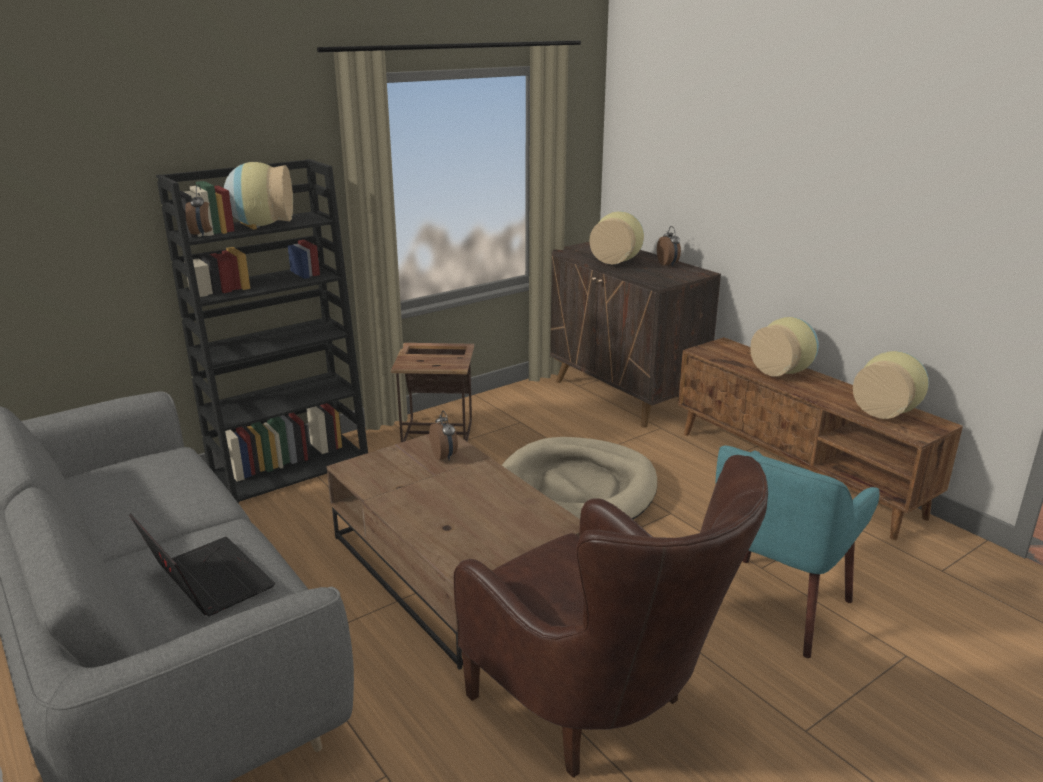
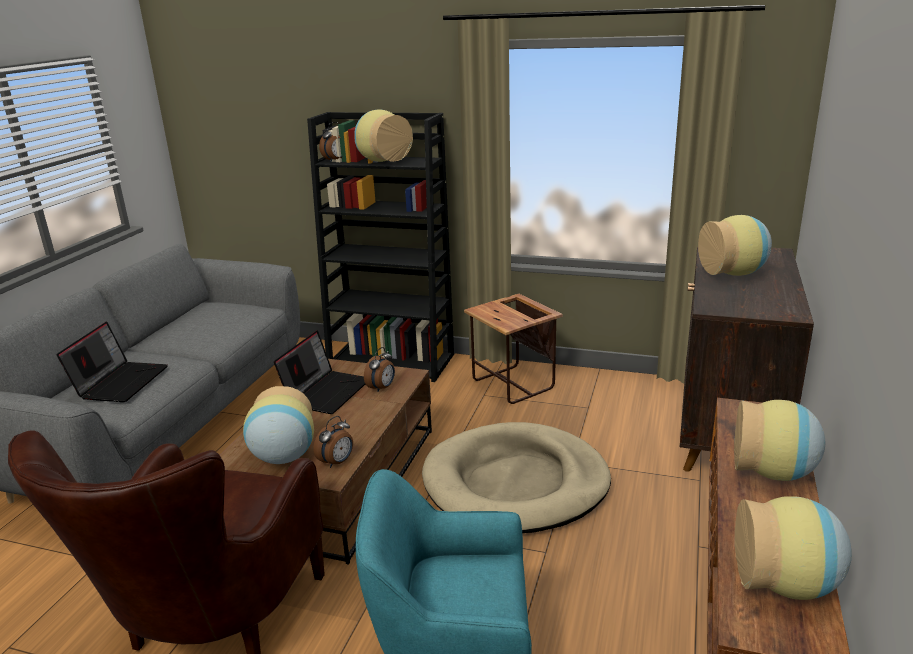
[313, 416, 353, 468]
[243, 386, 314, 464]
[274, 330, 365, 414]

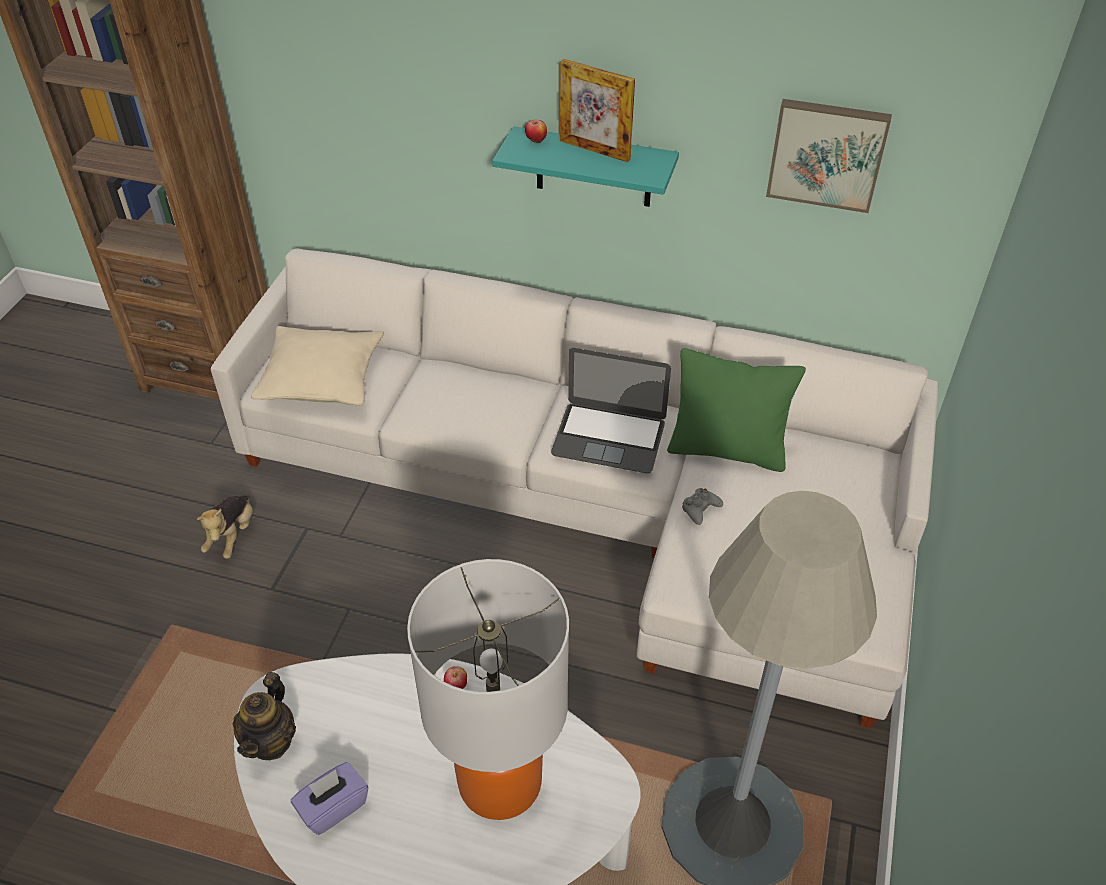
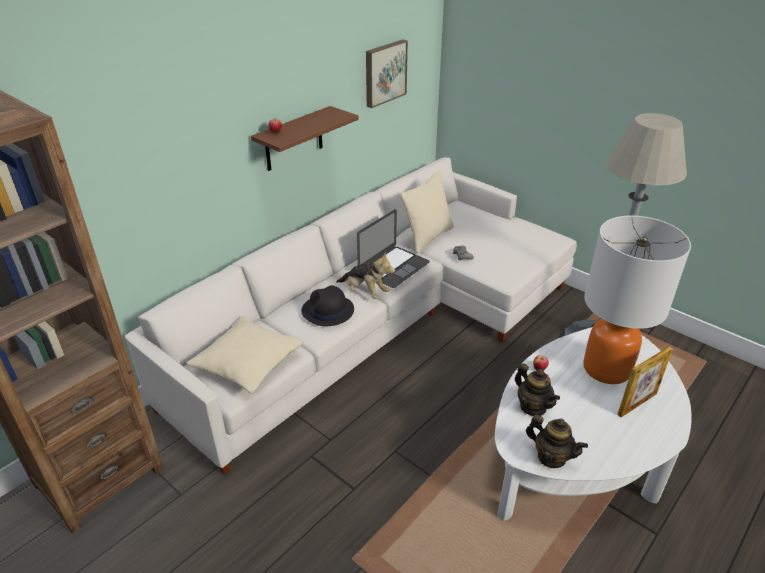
[336, 251, 395, 299]
[291, 762, 368, 835] (first image)
[251, 106, 359, 171]
[618, 346, 673, 417]
[401, 170, 454, 253]
[302, 285, 354, 326]
[515, 363, 560, 416]

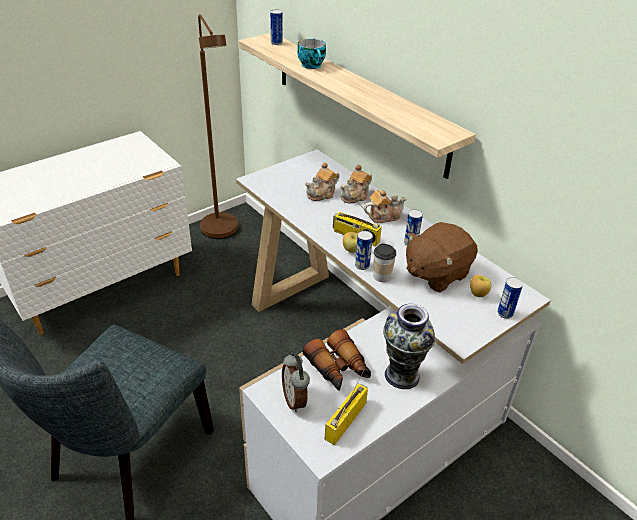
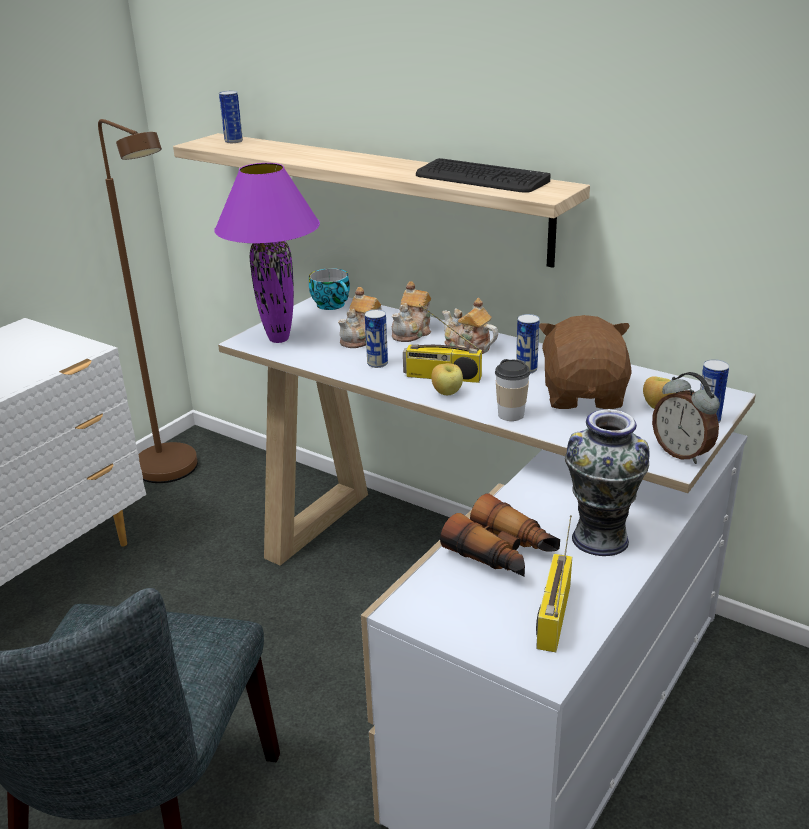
[652, 372, 719, 464]
[309, 268, 350, 310]
[365, 309, 388, 368]
[442, 298, 498, 354]
[539, 315, 632, 409]
[214, 163, 320, 343]
[416, 158, 550, 193]

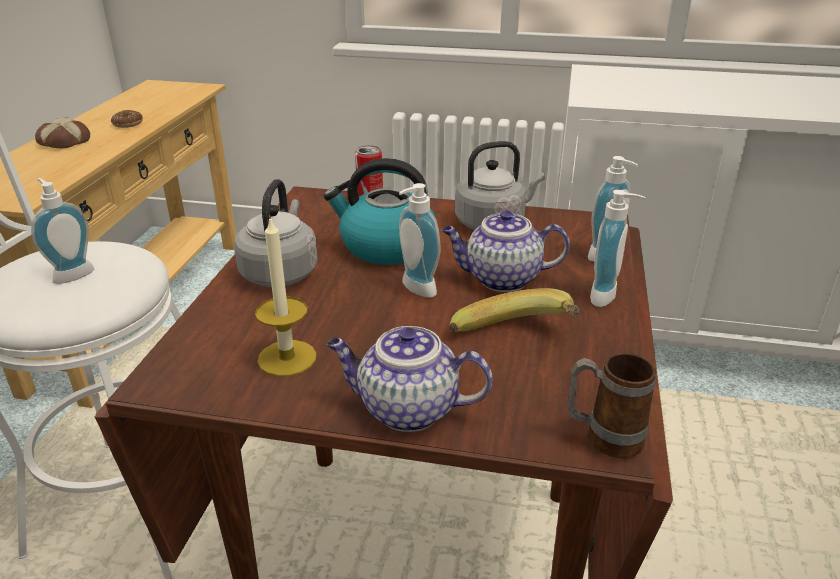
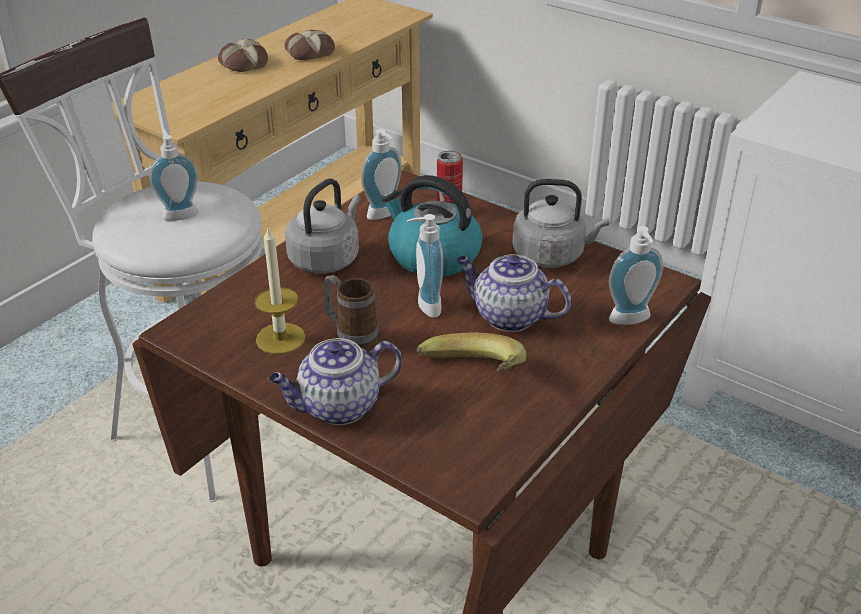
[285, 30, 335, 60]
[269, 338, 402, 425]
[323, 275, 379, 352]
[361, 128, 402, 220]

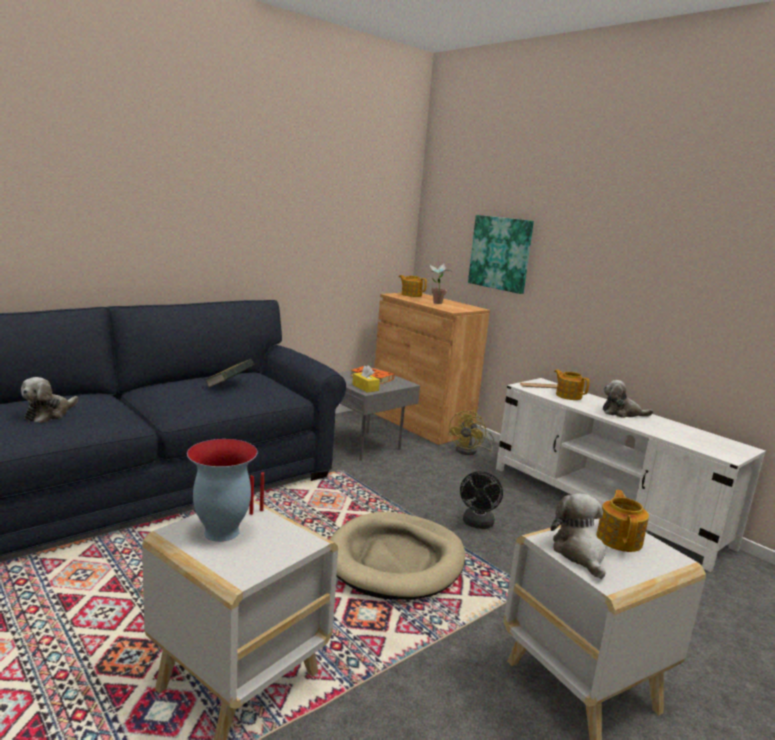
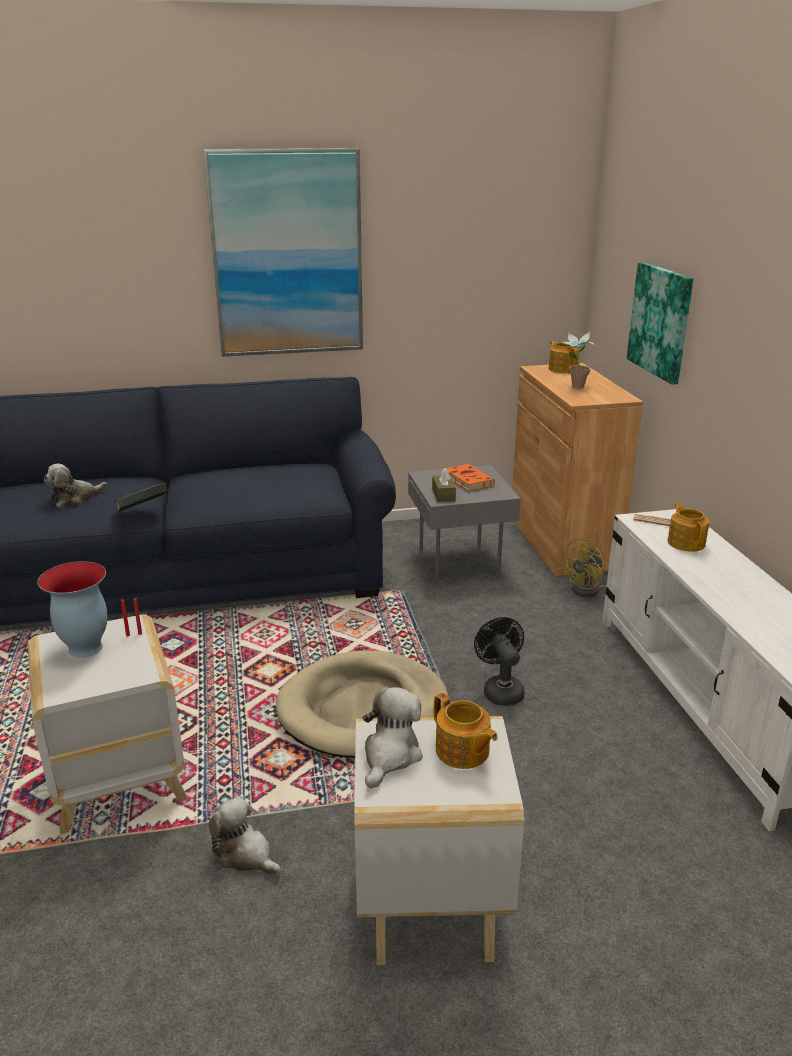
[114, 482, 168, 512]
[432, 468, 456, 502]
[474, 617, 525, 706]
[434, 693, 498, 769]
[209, 797, 281, 876]
[203, 148, 363, 357]

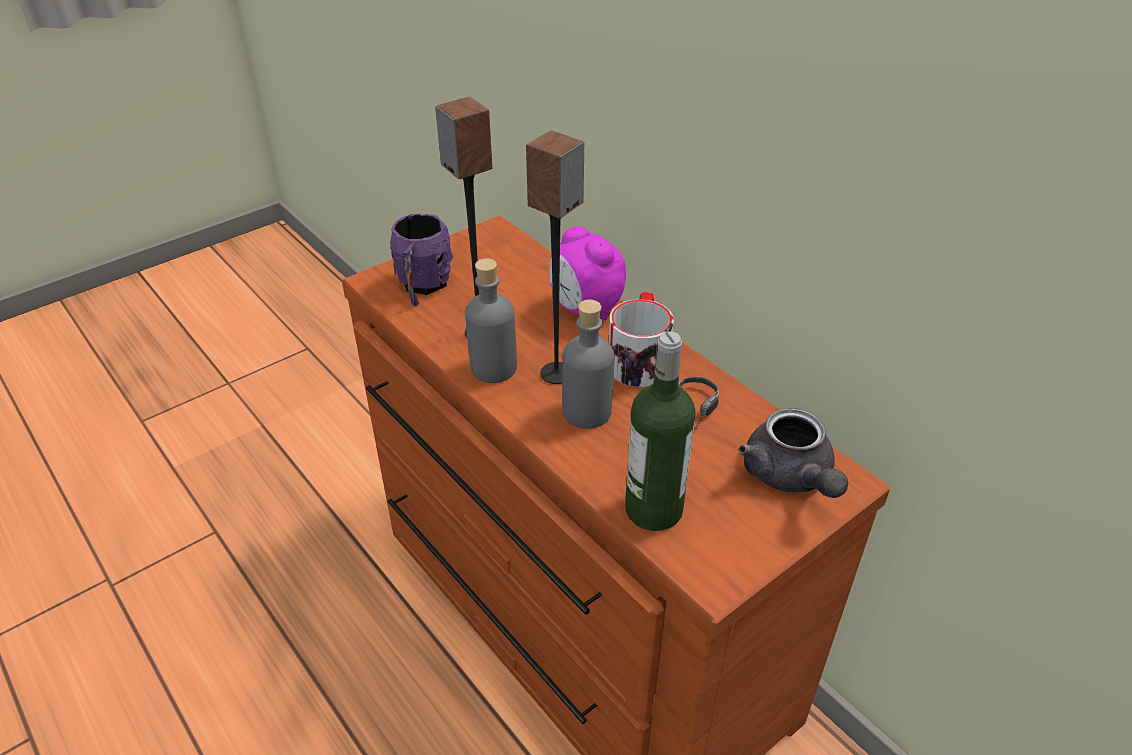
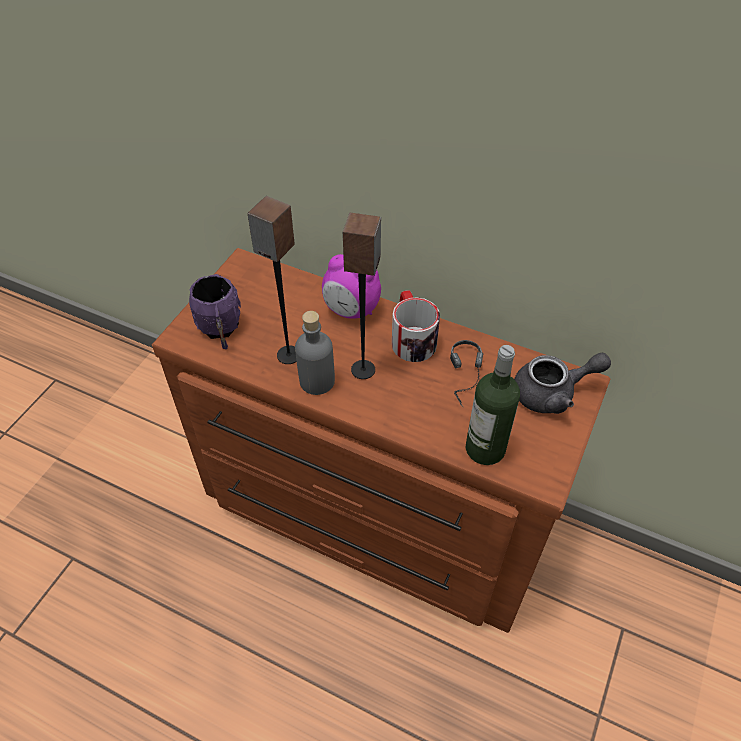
[562, 299, 614, 429] (first image)
[514, 353, 611, 414]

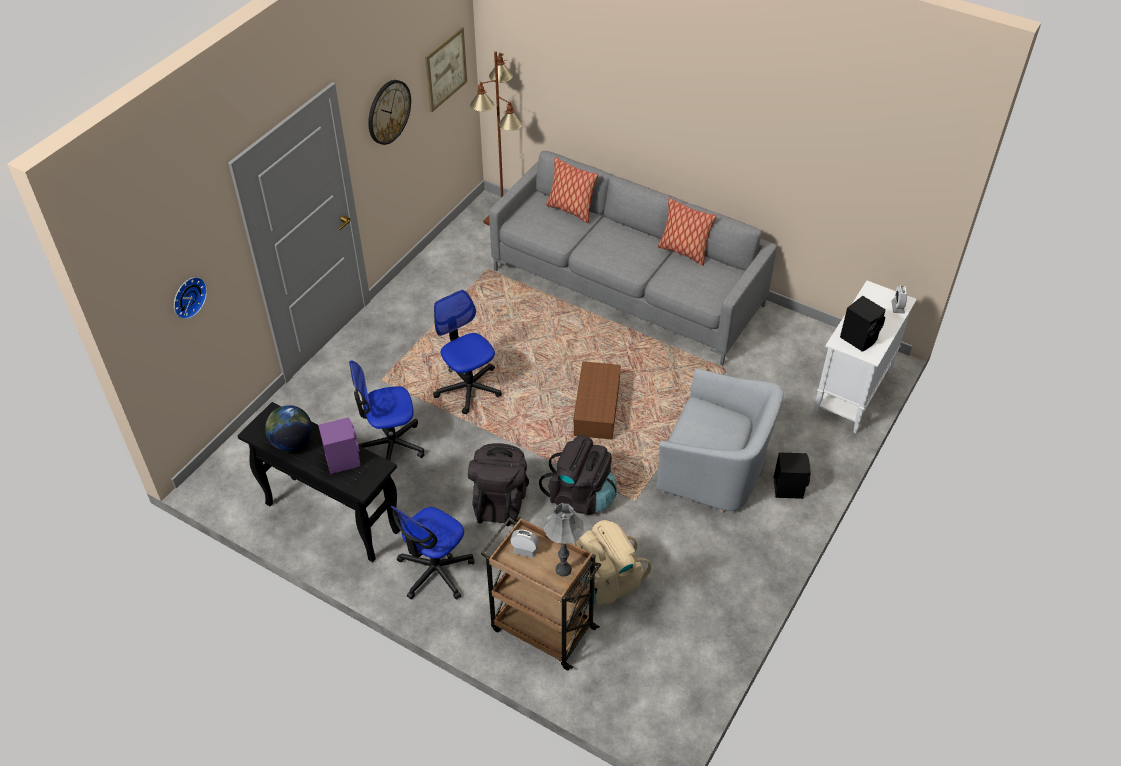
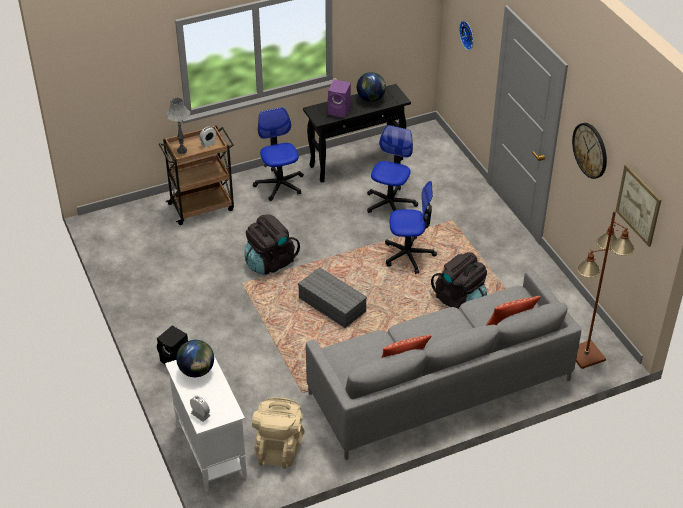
[431, 252, 487, 309]
[298, 267, 367, 328]
[252, 397, 305, 469]
[656, 369, 784, 513] (first image)
[176, 340, 214, 377]

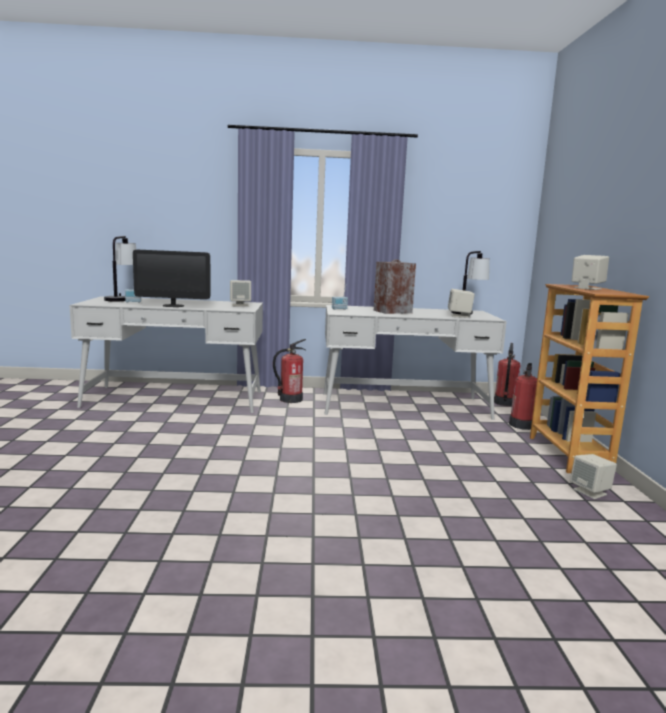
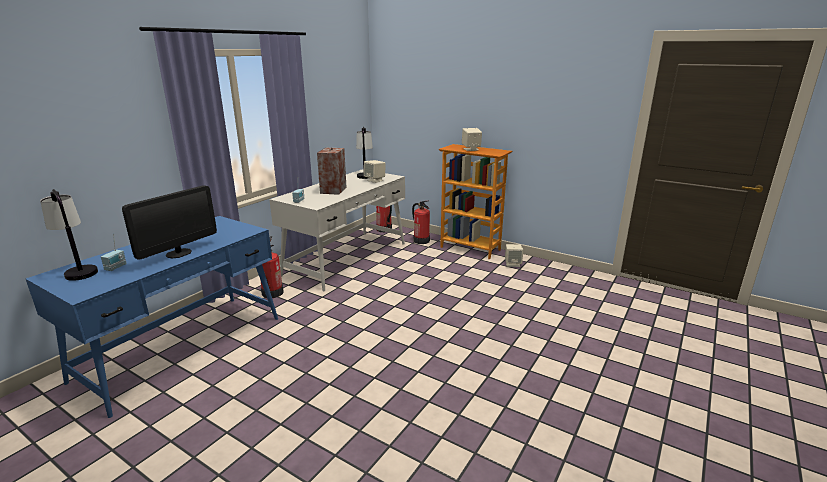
[26, 216, 278, 418]
[230, 280, 251, 307] (first image)

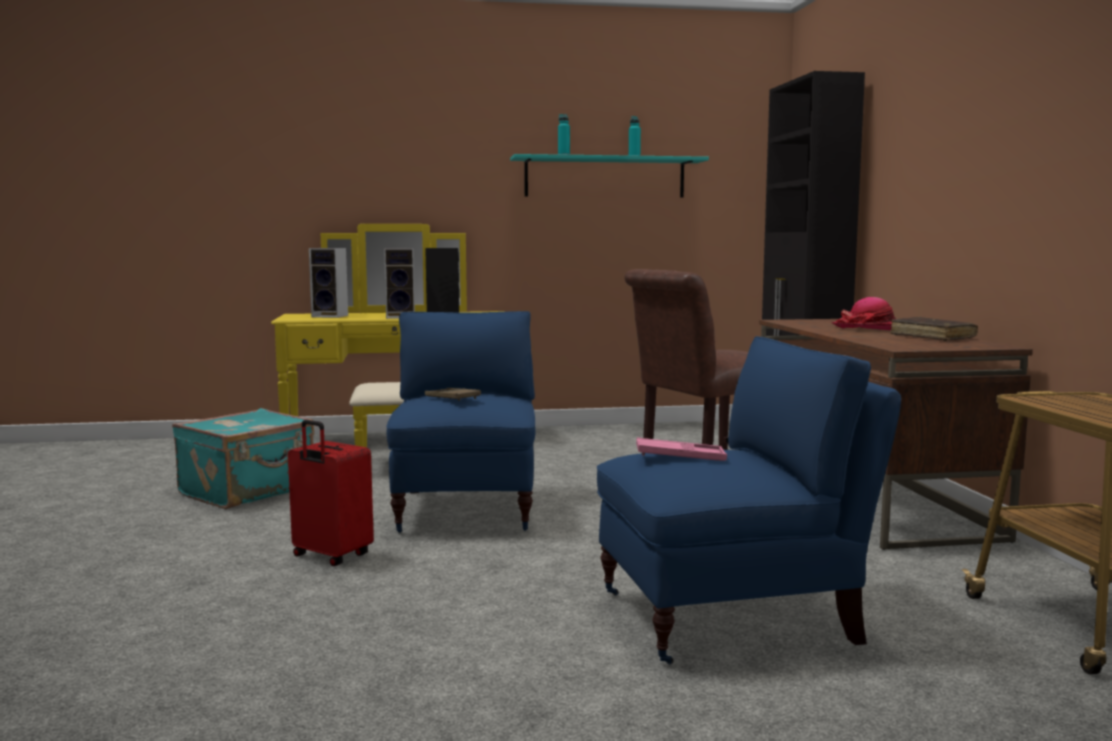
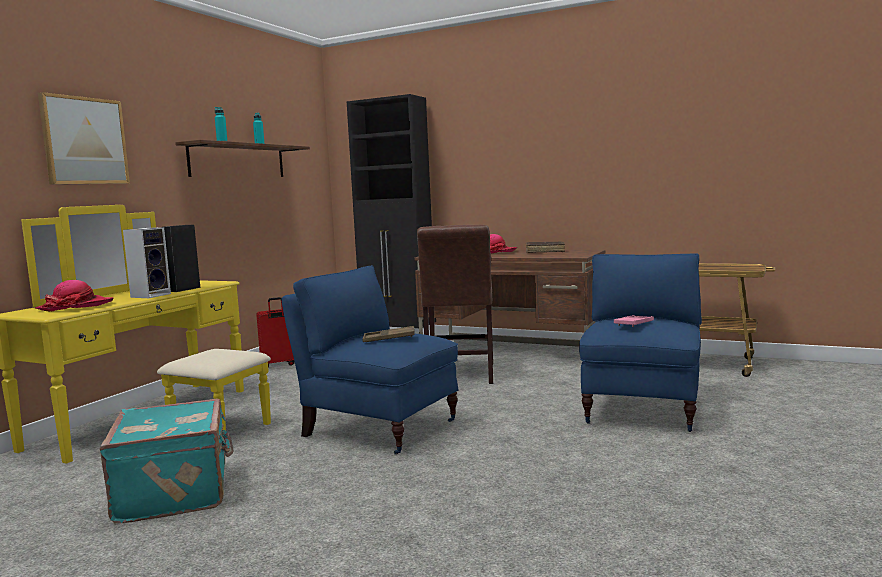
[256, 297, 295, 368]
[36, 280, 113, 311]
[175, 140, 310, 177]
[38, 92, 130, 185]

